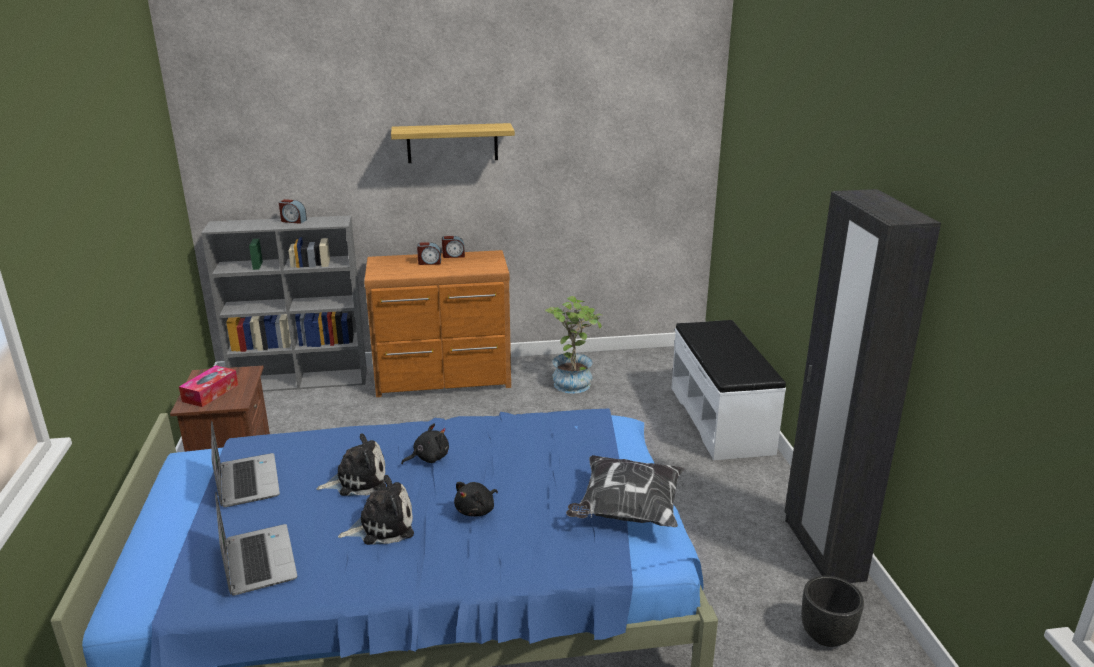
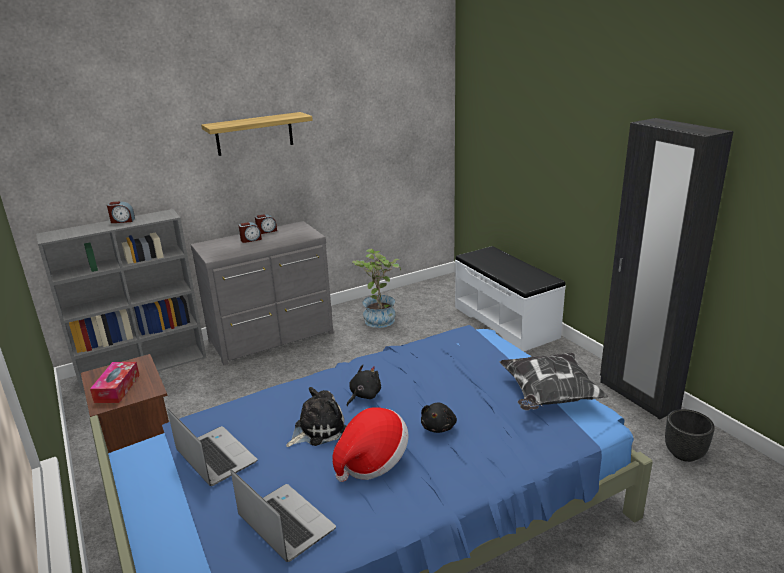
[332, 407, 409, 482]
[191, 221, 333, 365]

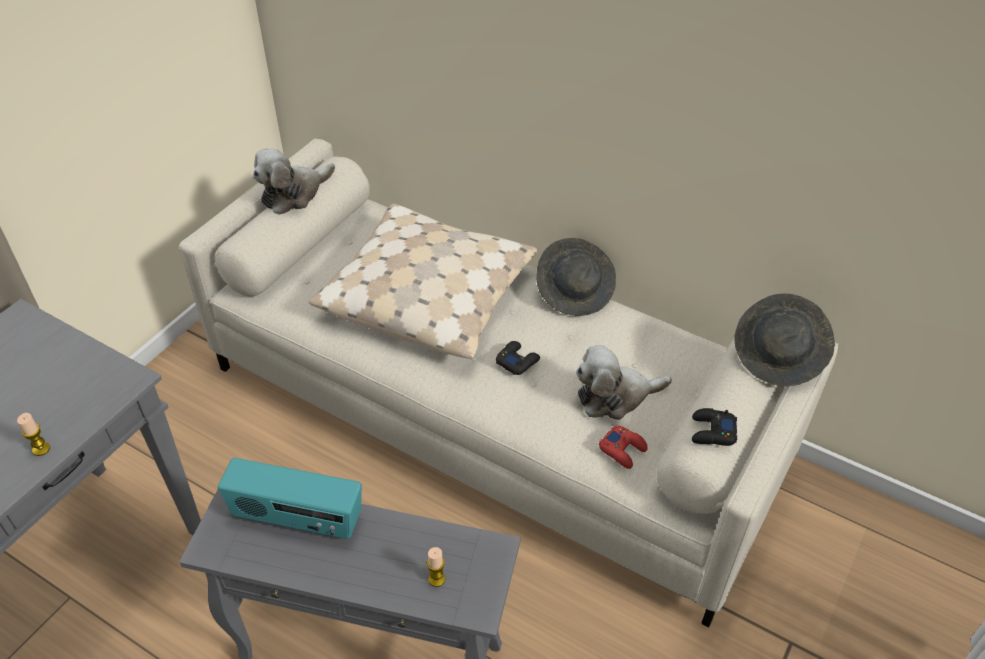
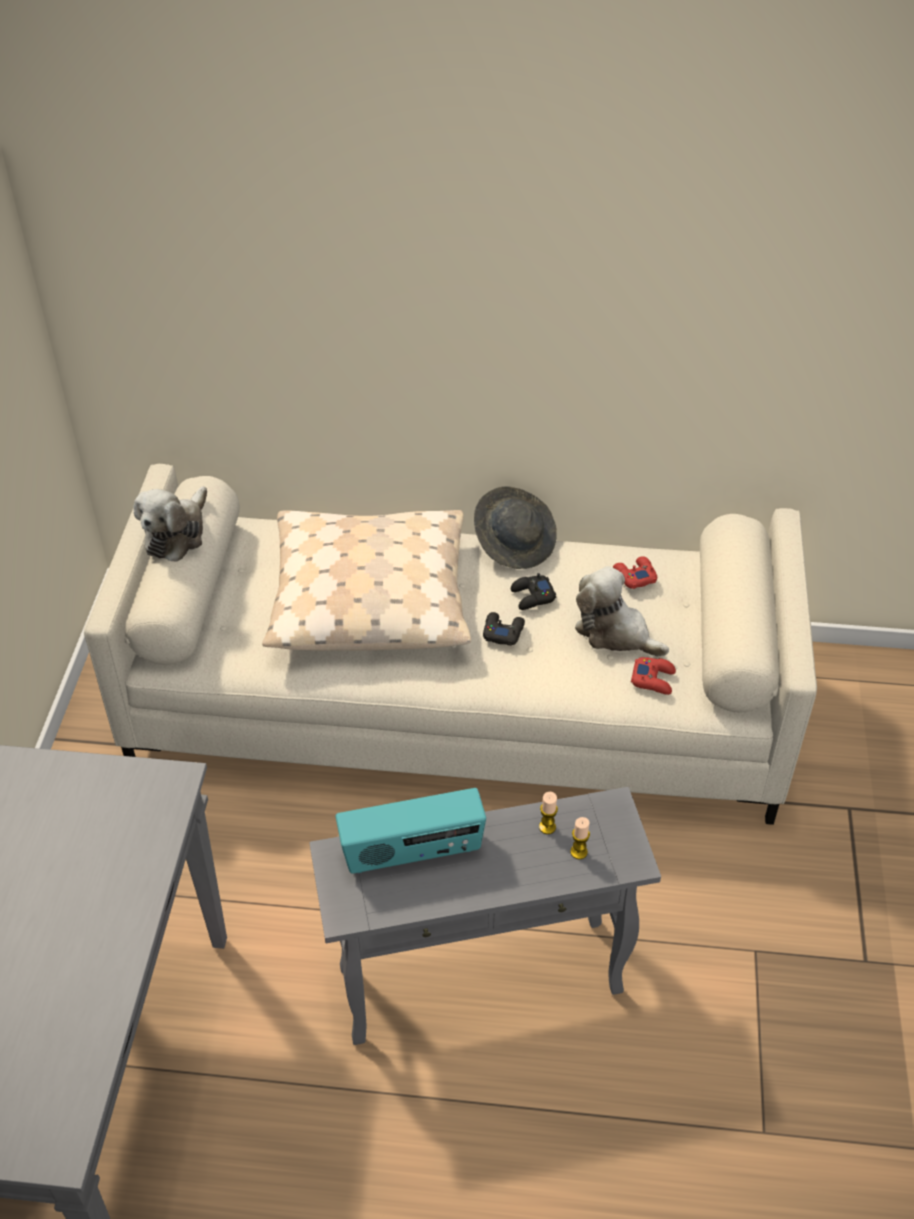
[539, 792, 558, 834]
[575, 566, 669, 656]
[511, 573, 556, 610]
[734, 293, 835, 386] (first image)
[613, 556, 657, 589]

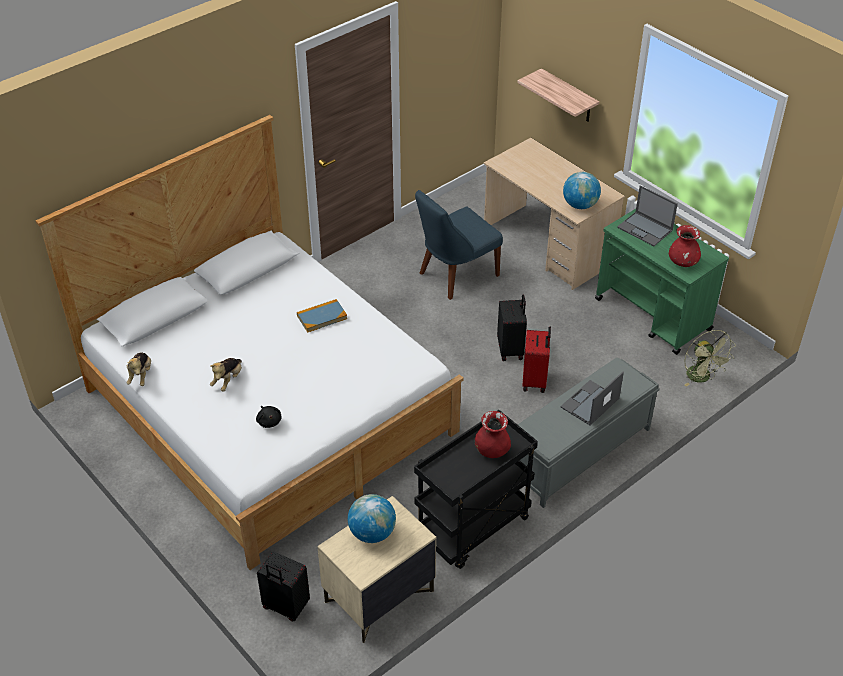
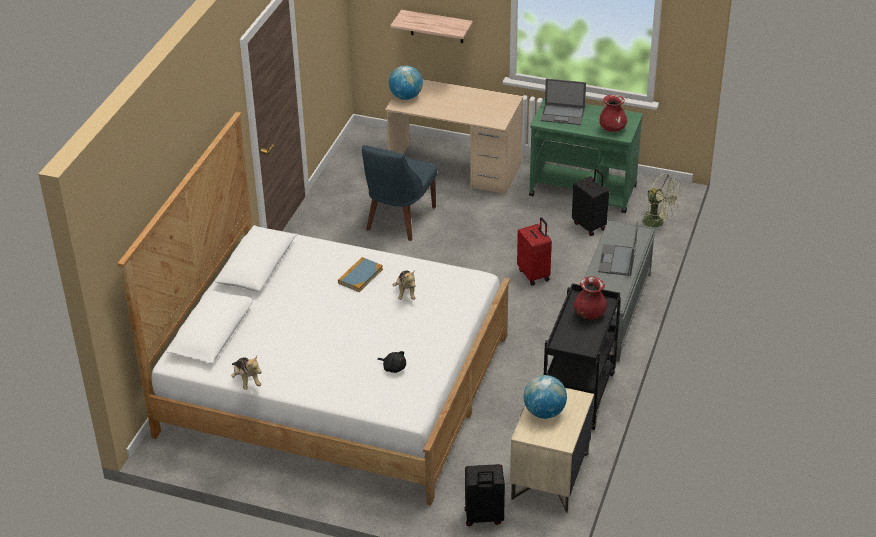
[393, 270, 415, 300]
[572, 169, 609, 236]
[389, 65, 423, 100]

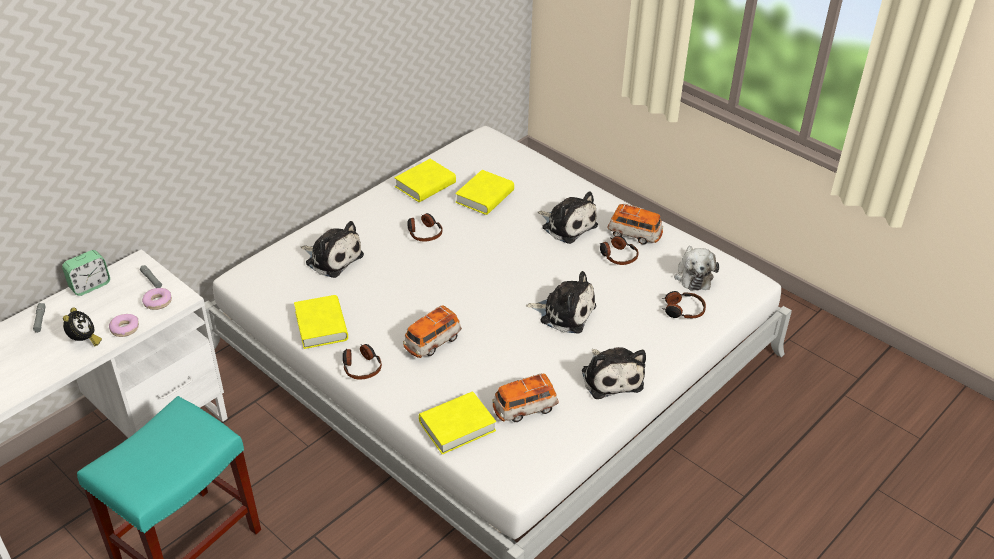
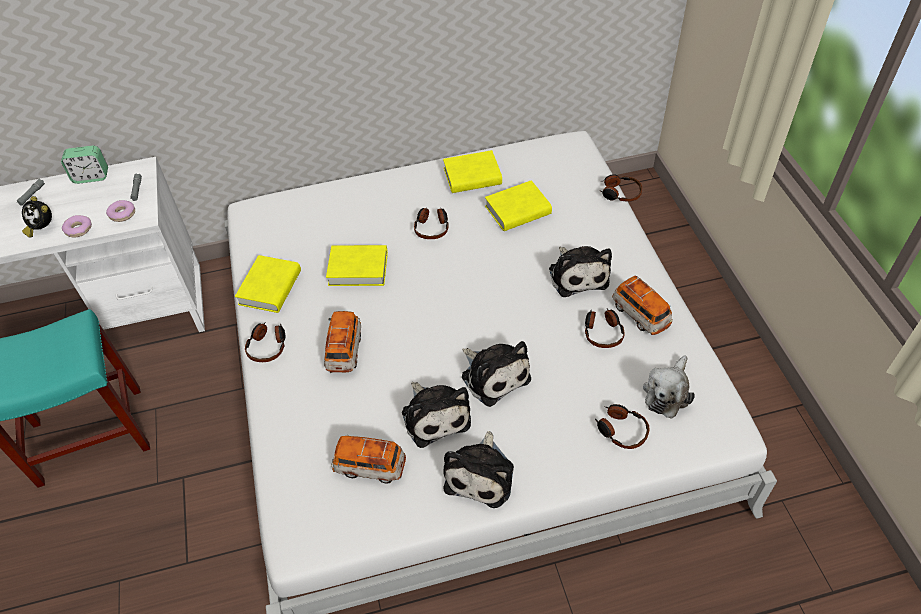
[22, 196, 52, 238]
[402, 382, 471, 448]
[324, 311, 361, 373]
[326, 245, 388, 286]
[599, 174, 642, 202]

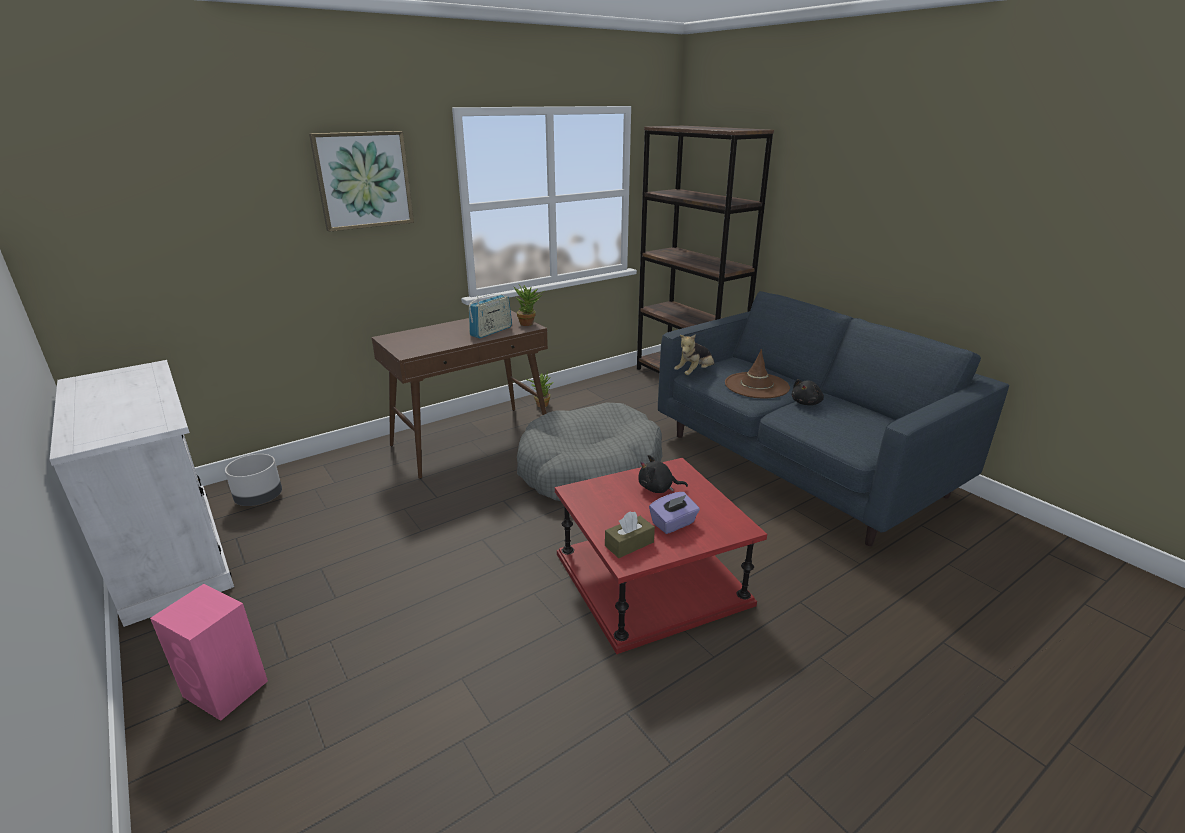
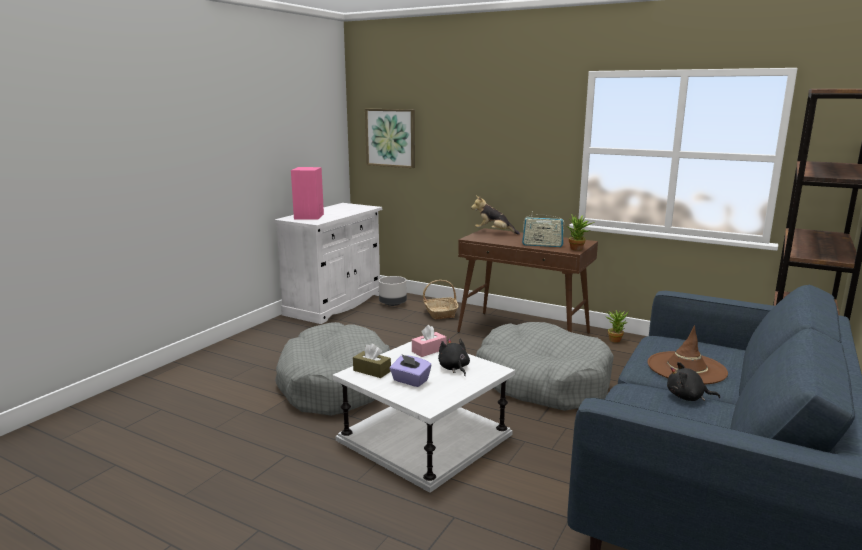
[291, 167, 324, 220]
[365, 109, 415, 168]
[332, 341, 515, 493]
[471, 196, 520, 235]
[275, 322, 390, 416]
[412, 325, 446, 357]
[423, 280, 459, 319]

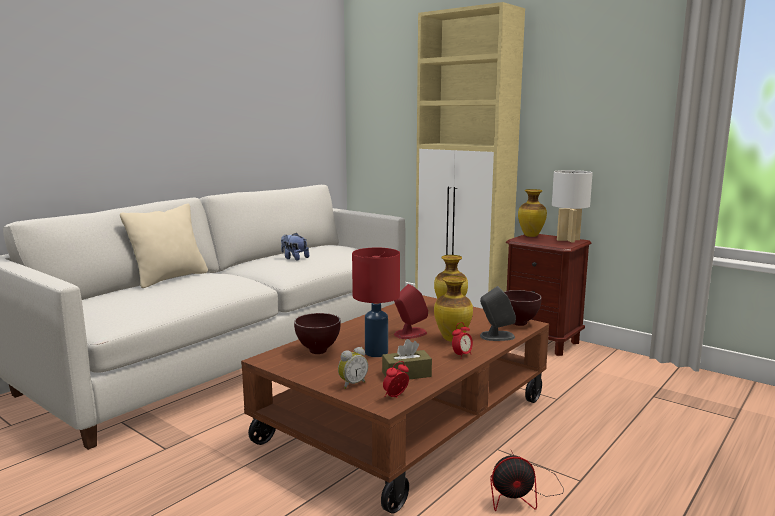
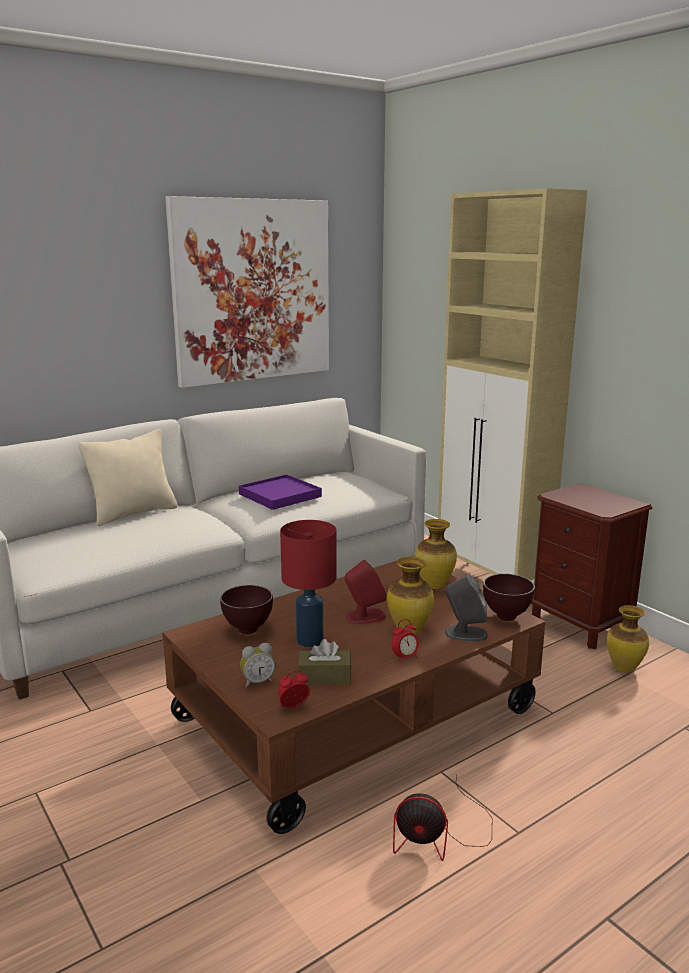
[239, 474, 322, 510]
[607, 605, 649, 673]
[552, 170, 593, 243] (first image)
[165, 196, 329, 388]

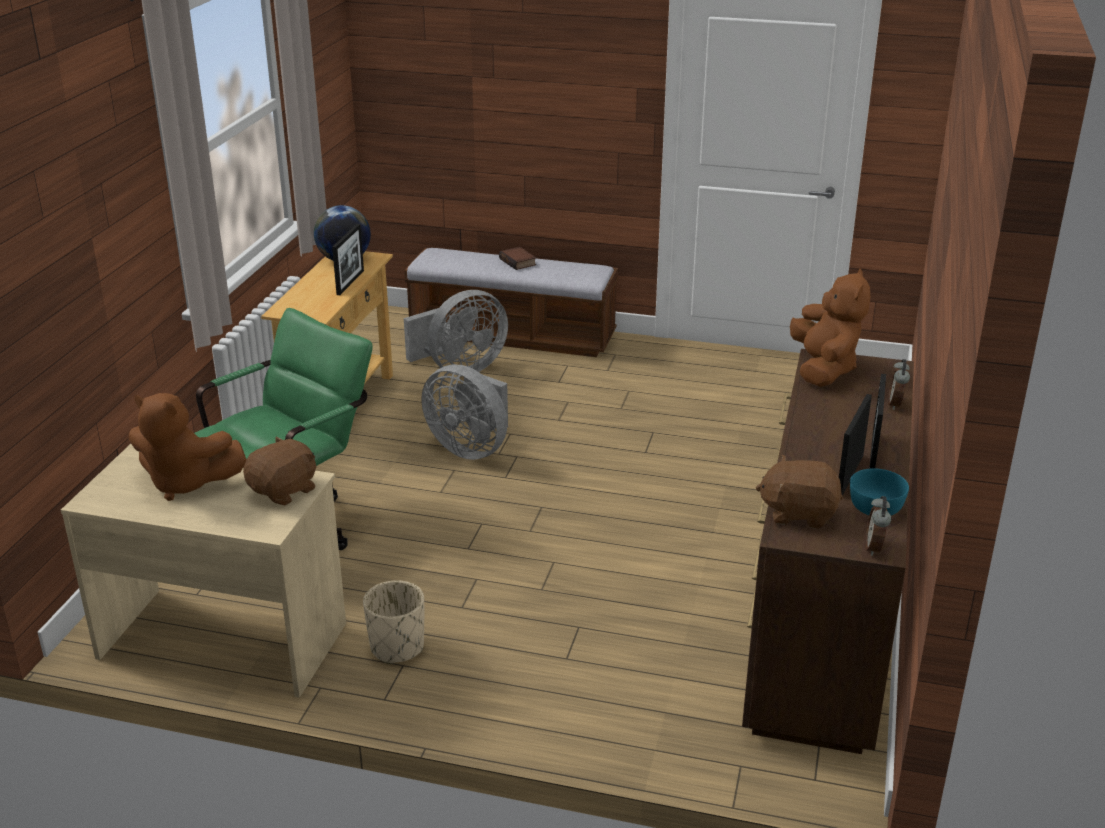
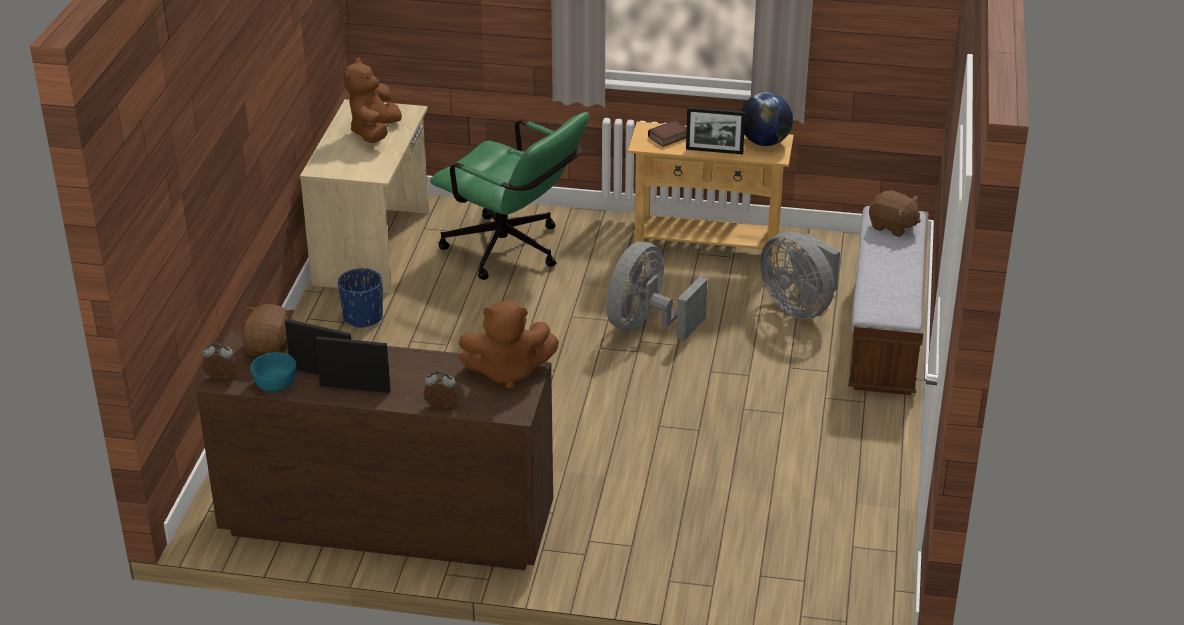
[869, 190, 921, 237]
[338, 268, 383, 328]
[648, 120, 687, 147]

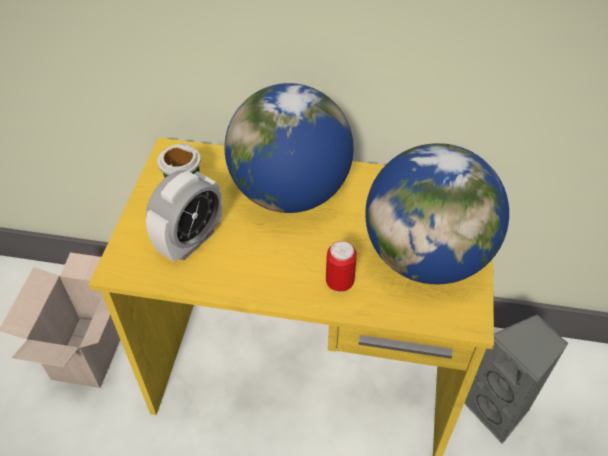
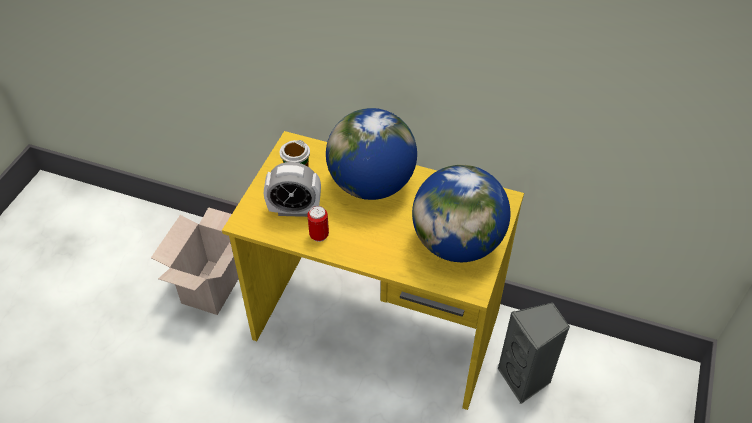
[264, 162, 321, 217]
[307, 206, 329, 242]

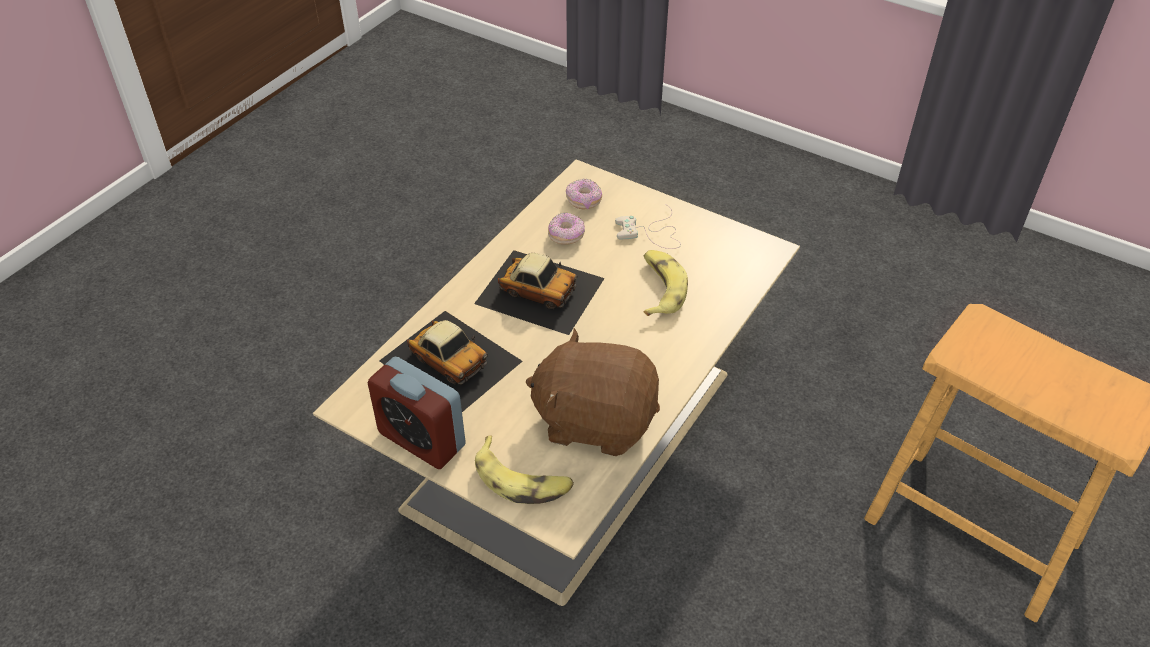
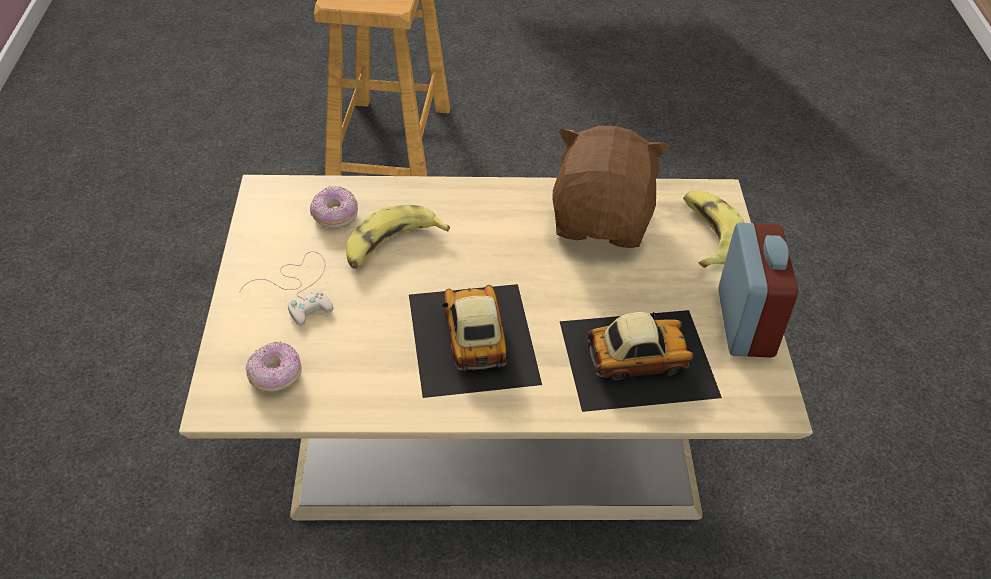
[559, 310, 722, 412]
[552, 126, 669, 248]
[310, 186, 358, 228]

